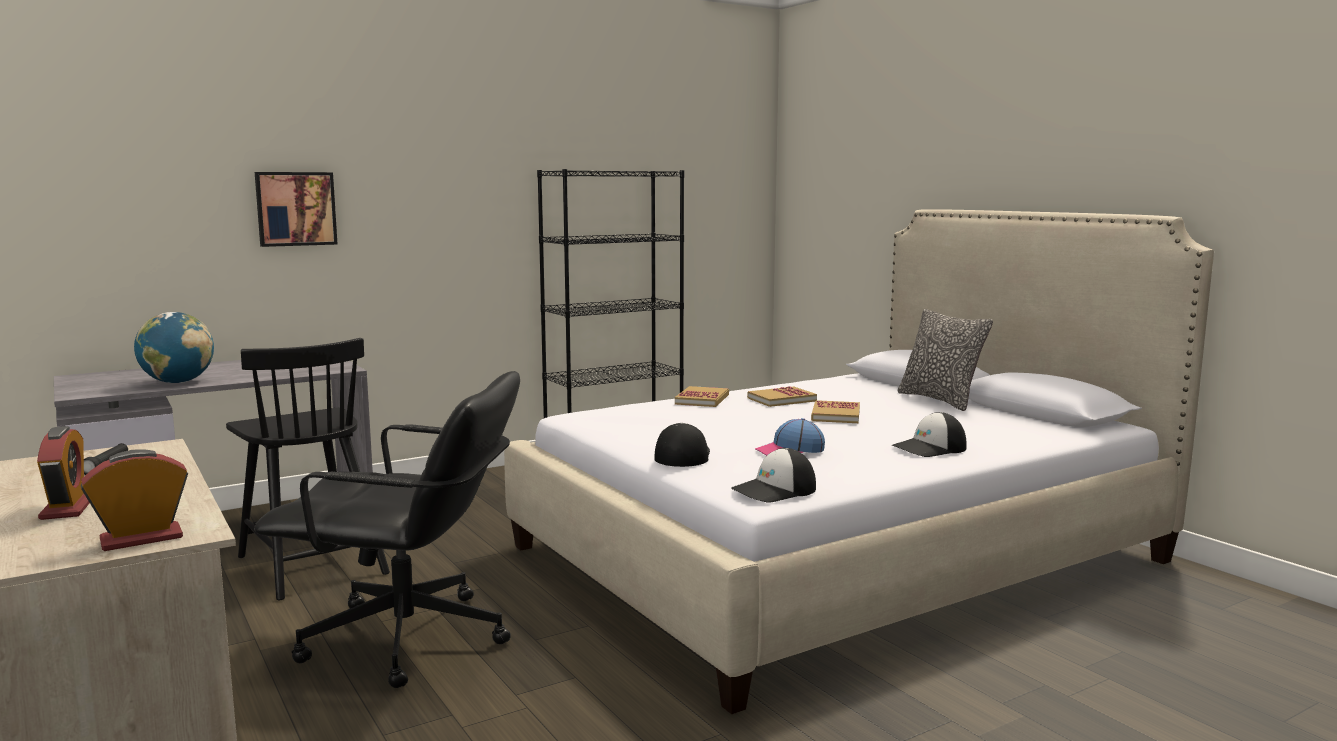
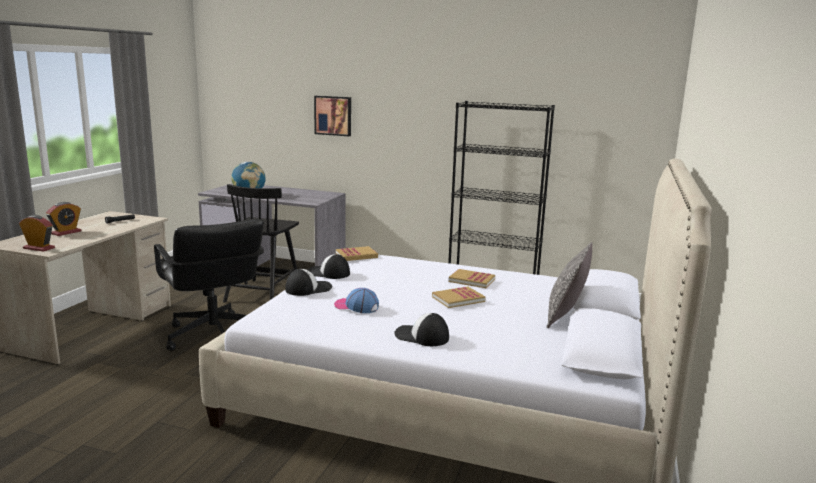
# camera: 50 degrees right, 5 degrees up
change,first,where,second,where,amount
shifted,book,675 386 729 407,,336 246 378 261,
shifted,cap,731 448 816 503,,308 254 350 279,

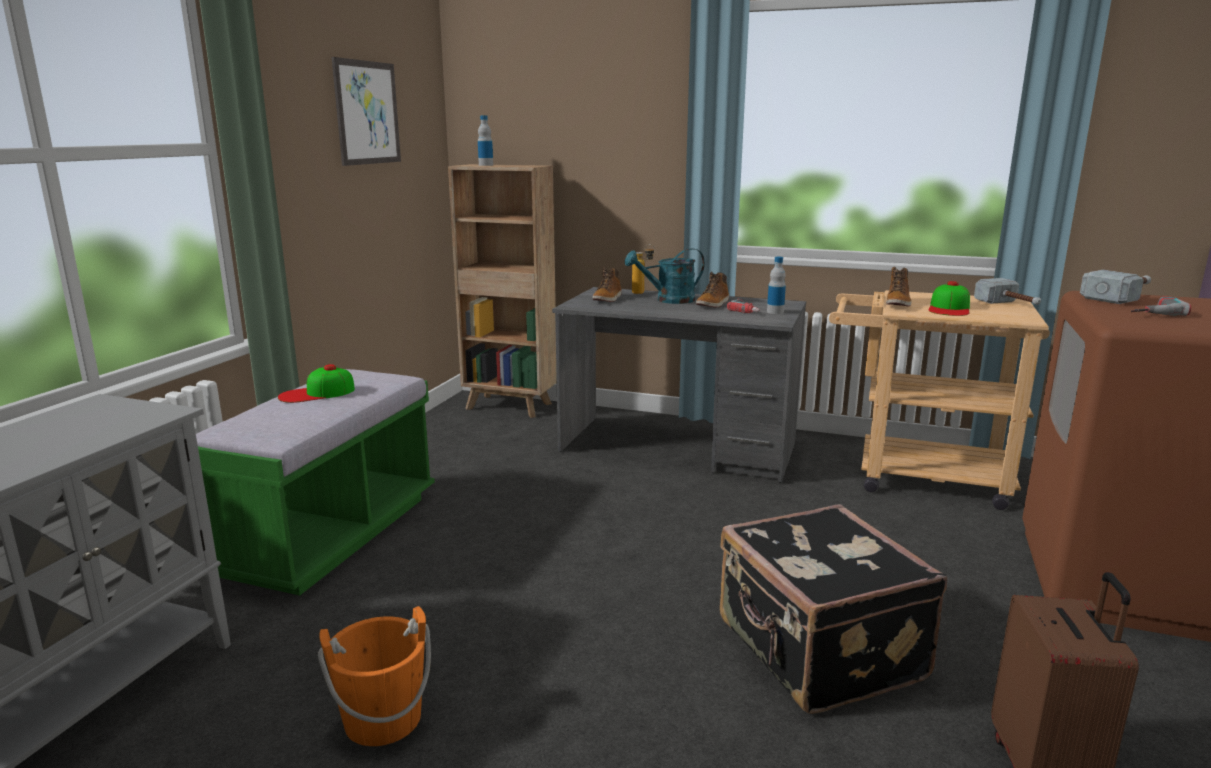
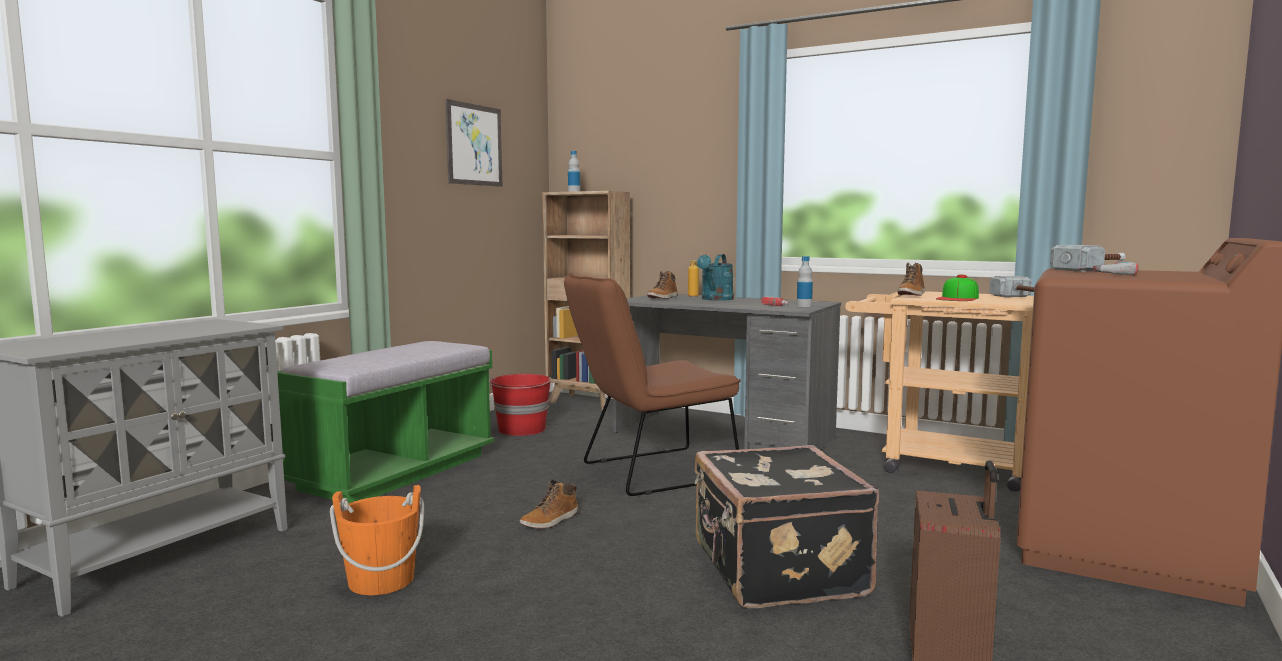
# camera: 10 degrees right, 10 degrees down
change,first,where,second,where,amount
rotated,turquoise watering can,625 248 705 304,,697 254 734 301,60 degrees counterclockwise
shifted,boot,696 271 729 308,,520 480 579 529,
gone,cap,278 364 355 403,,,
new,,,brown chair,564 272 741 496,
new,,,red bucket,489 374 552 436,

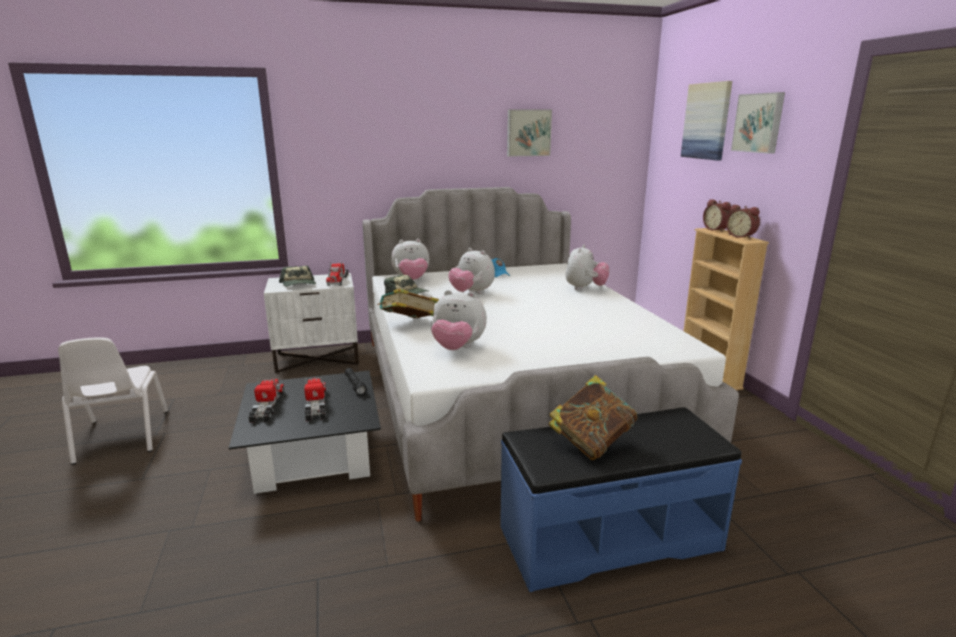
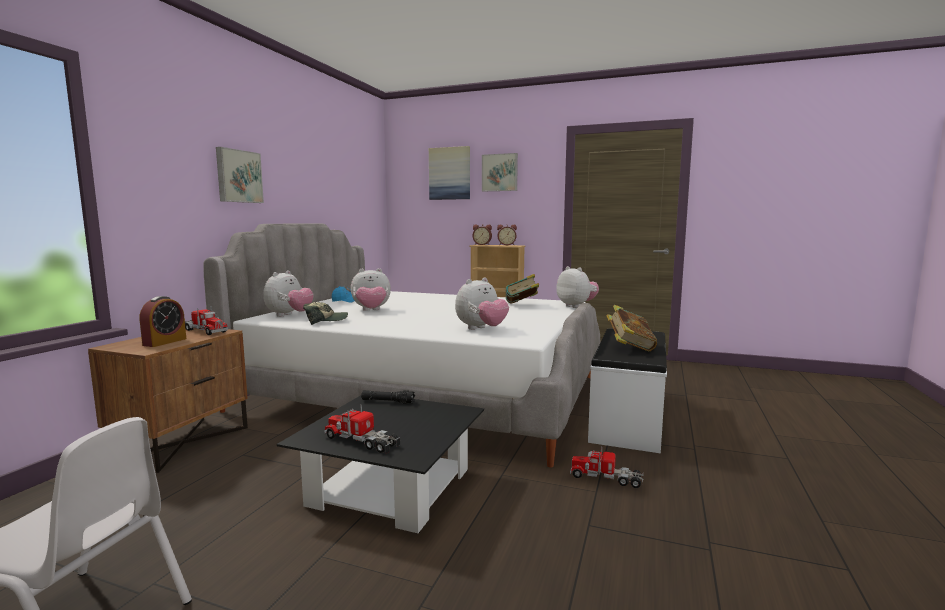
# camera: 55 degrees left, 10 degrees down
change,first,where,second,where,amount
shifted,picture,507 109 552 157,,216 147 264 203,
shifted,plush toy,565 244 610 290,,556 266 599 308,
swapped,cap,279 266 316 287,alarm clock,140 296 186 347,
repainted,white nightstand,264 273 359 373,brown nightstand,88 328 248 473,
shifted,book,377 289 439 318,,506 274 539 304,
shifted,toy truck,304 376 326 421,,570 446 644 488,
repainted,blue bench,500 407 742 592,white bench,588 329 667 453,

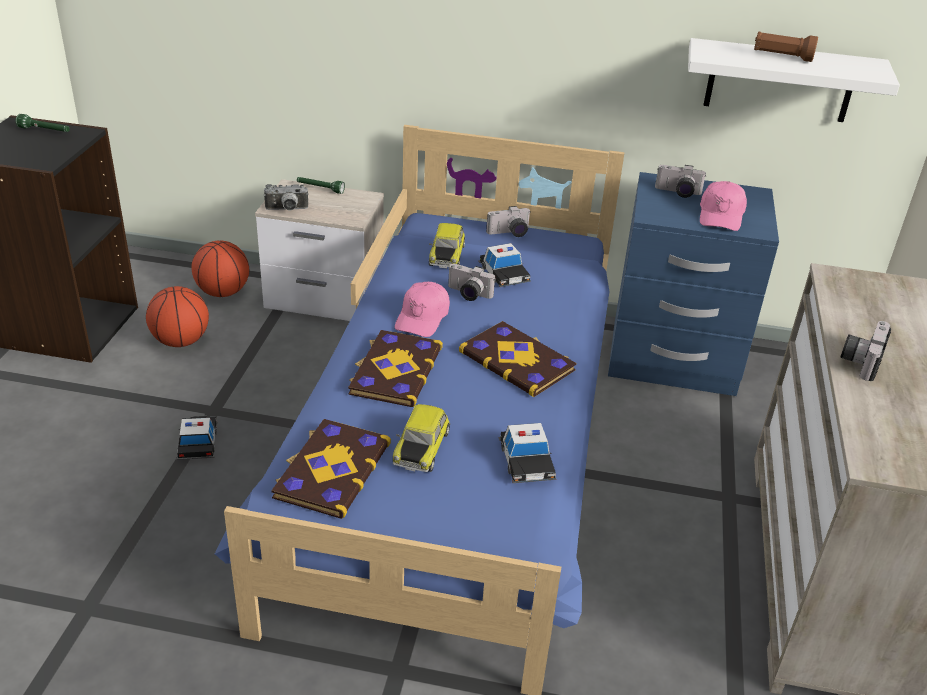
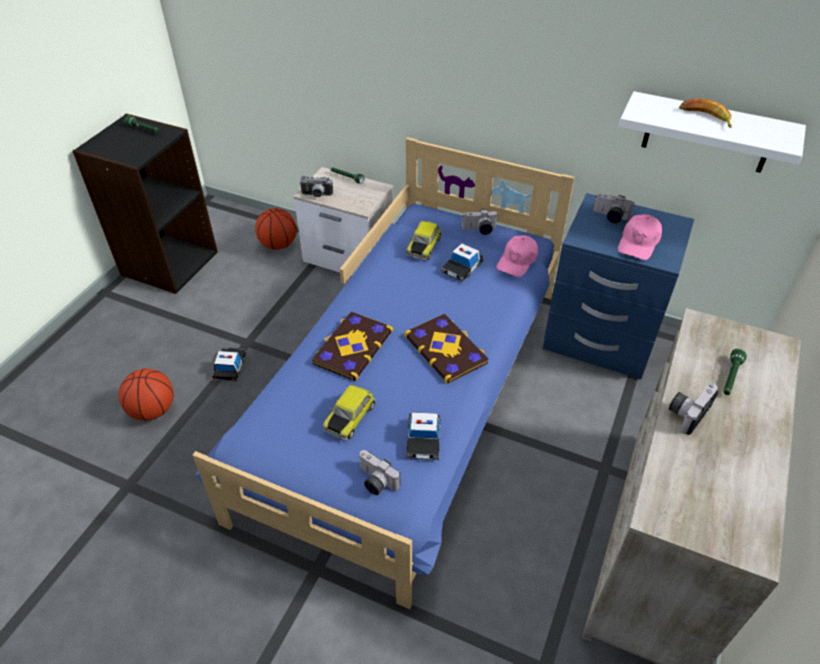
# camera: 15 degrees right, 10 degrees up
change,first,where,second,where,amount
swapped,brown flashlight,754 32 818 62,banana,679 99 732 128,
rotated,toy car,478 243 531 287,,441 243 485 282,45 degrees clockwise
shifted,photo camera,448 264 495 301,,359 450 400 495,
shifted,pink cap,395 282 450 337,,497 235 538 277,
shifted,basketball,146 286 209 347,,119 368 174 421,
gone,book,271 419 391 519,,,
new,,,green flashlight,724 349 747 395,

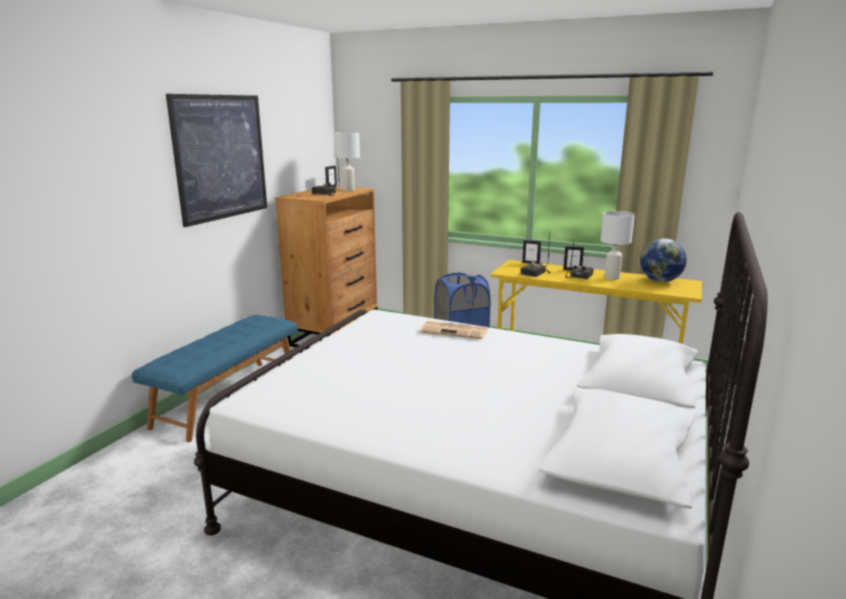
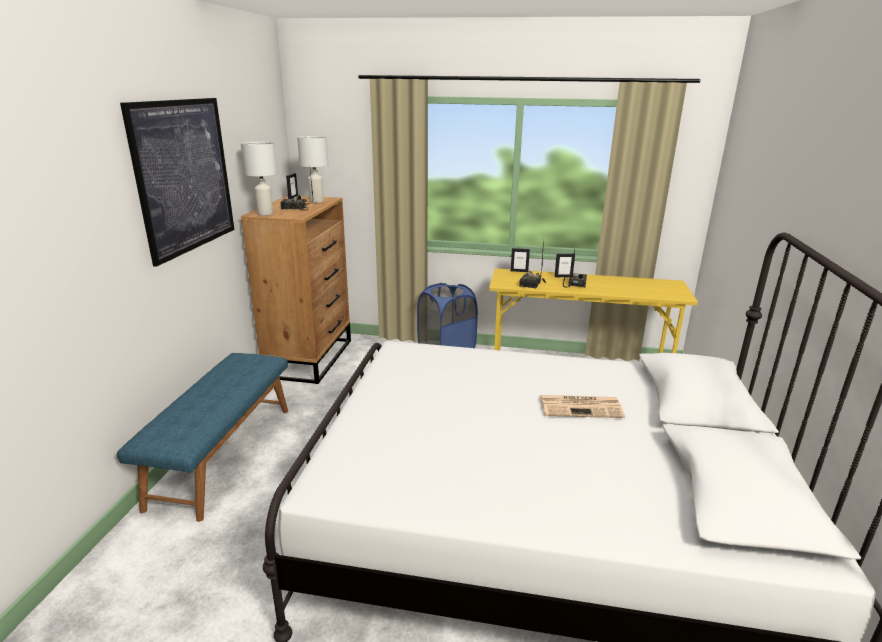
# camera: 15 degrees left, 5 degrees up
change,first,where,second,where,amount
shifted,white table lamp,600 211 635 280,,241 142 277 215,
gone,globe,640 238 687 282,,,
shifted,newspaper,420 321 488 339,,540 395 625 418,

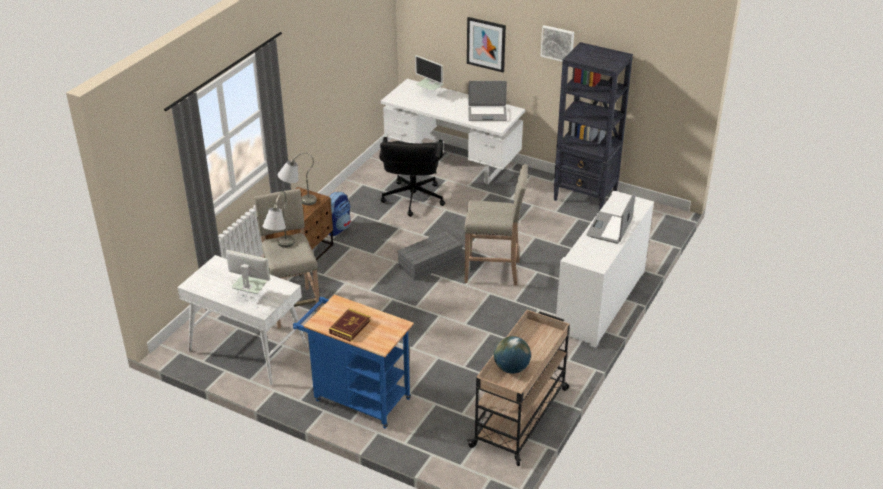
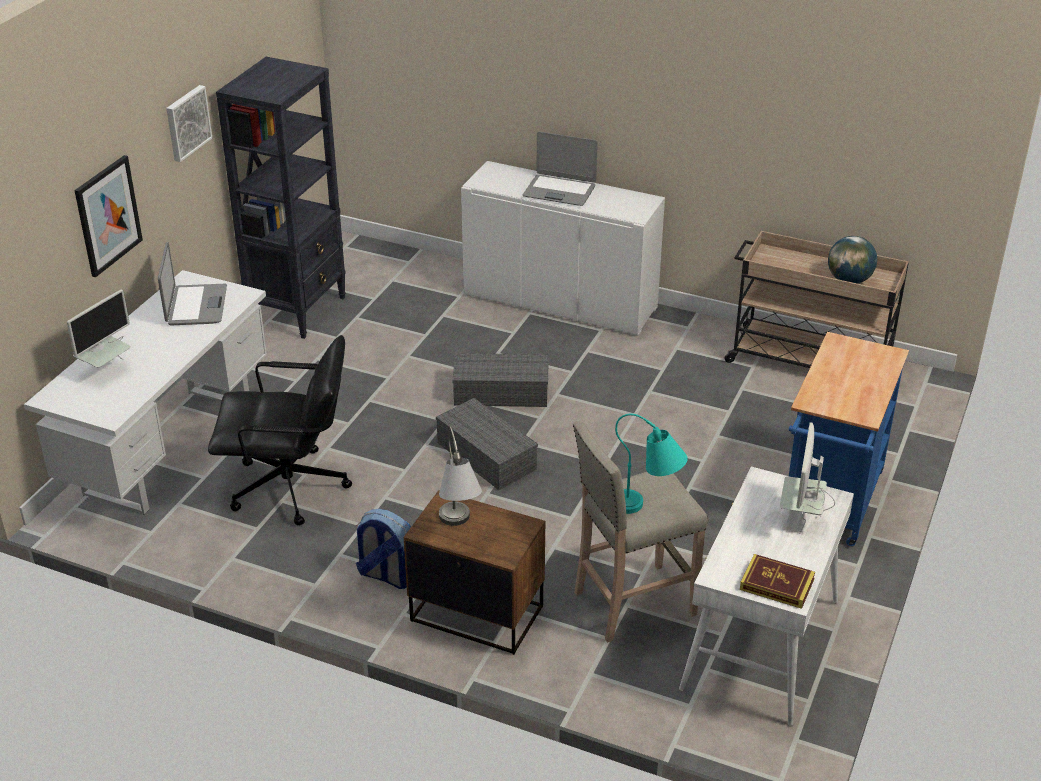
# camera: 95 degrees left, 0 degrees up
change,first,where,second,where,amount
swapped,beige stool,464 164 528 286,grey storage box,452 353 549 407,
repainted,grey table lamp,262 191 295 248,turquoise table lamp,615 414 688 514,
shifted,book,329 308 371 342,,740 554 815 609,

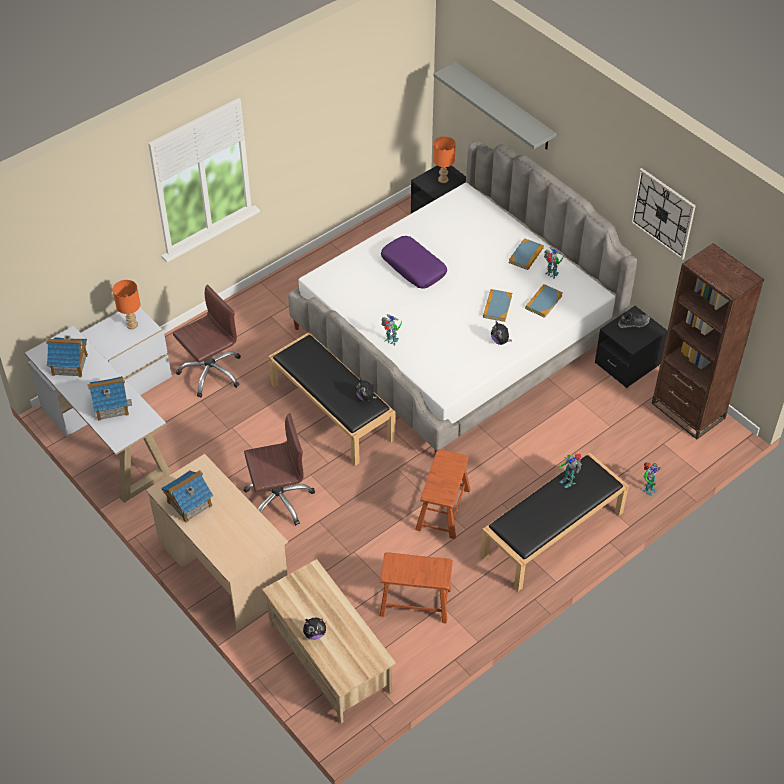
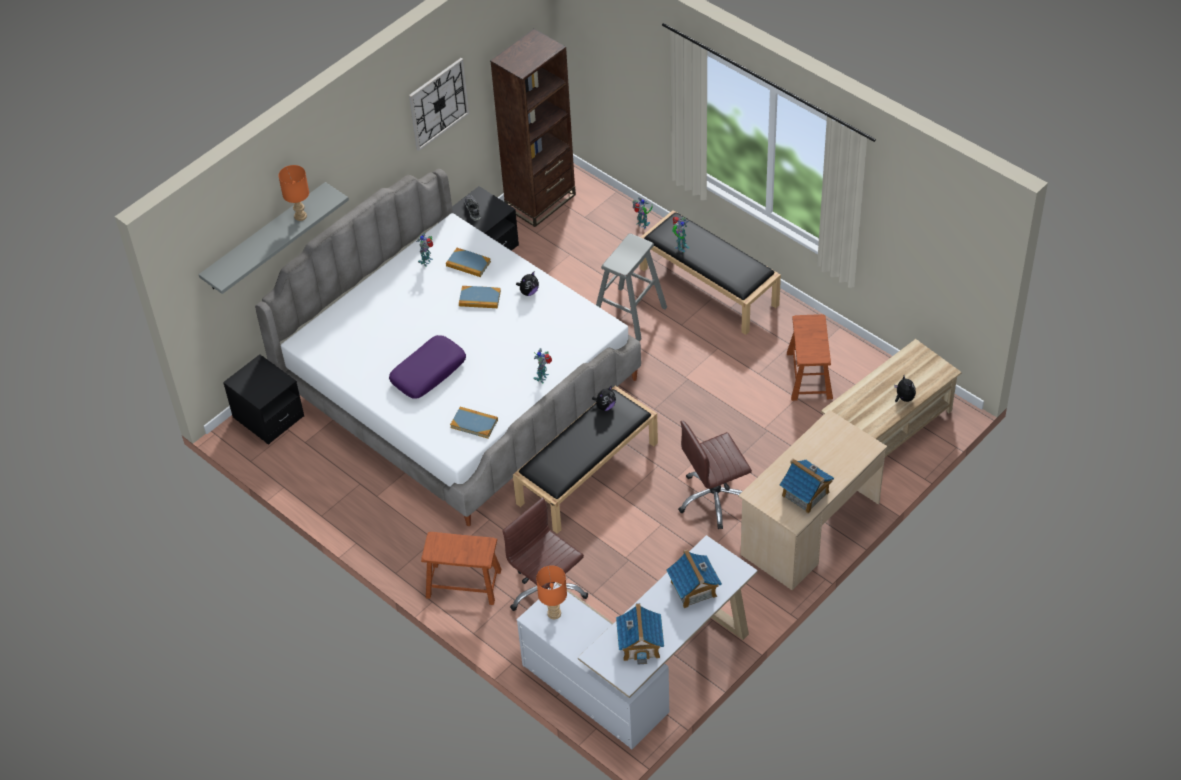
# camera: 95 degrees left, 0 degrees up
change,first,where,second,where,amount
shifted,orange table lamp,433 136 456 183,,278 165 309 221,
shifted,book,509 238 544 270,,450 407 498 438,
rotated,brown office chair,244 413 315 525,,678 421 752 529,90 degrees counterclockwise
shifted,brown stool,415 449 471 539,,421 532 501 605,
new,,,grey stool,596 233 667 342,

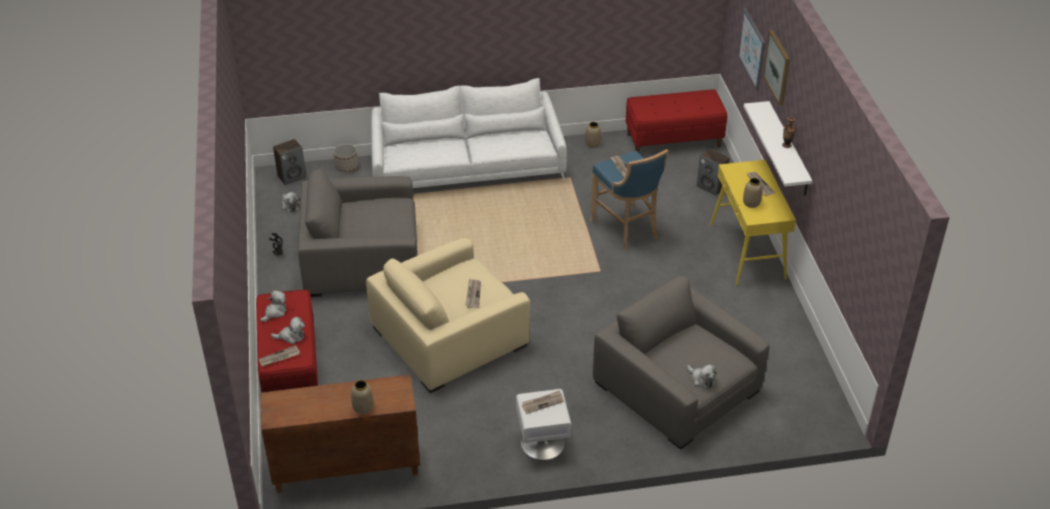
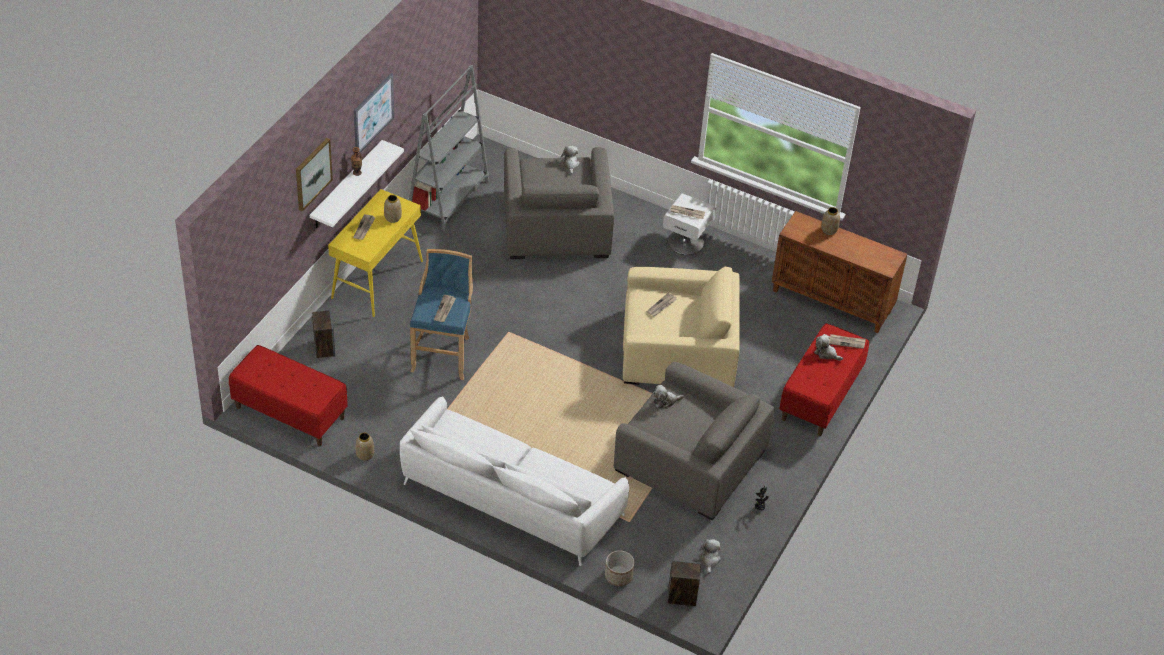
# camera: 145 degrees left, 5 degrees up
change,first,where,second,where,amount
shifted,picture,737 8 765 91,,354 73 394 152,
shifted,plush toy,260 290 287 322,,653 385 684 409,
new,,,grey bookcase,409 65 489 232,

